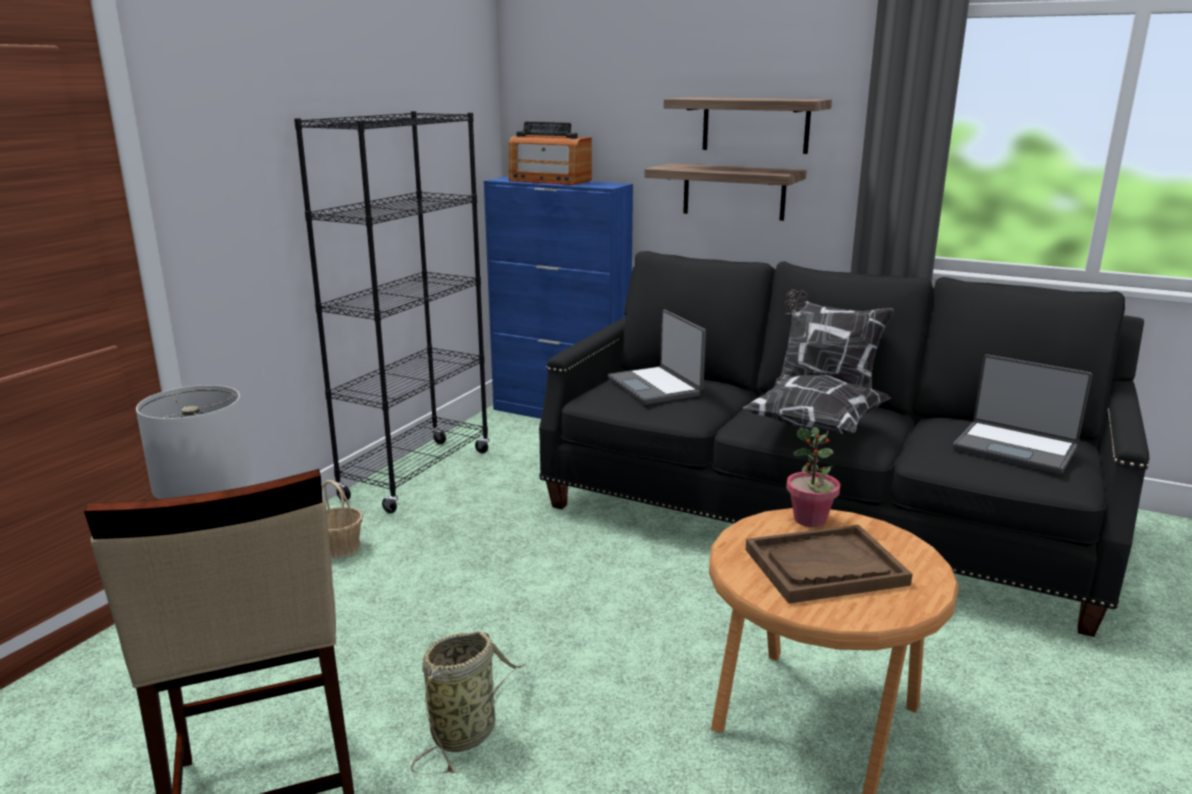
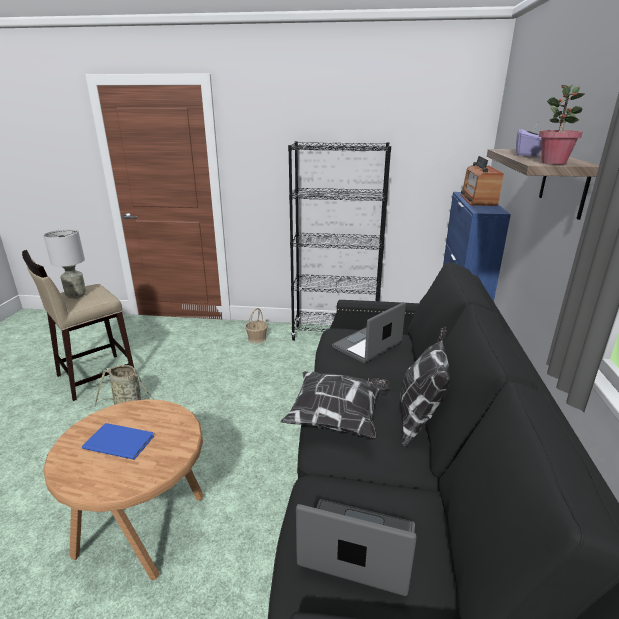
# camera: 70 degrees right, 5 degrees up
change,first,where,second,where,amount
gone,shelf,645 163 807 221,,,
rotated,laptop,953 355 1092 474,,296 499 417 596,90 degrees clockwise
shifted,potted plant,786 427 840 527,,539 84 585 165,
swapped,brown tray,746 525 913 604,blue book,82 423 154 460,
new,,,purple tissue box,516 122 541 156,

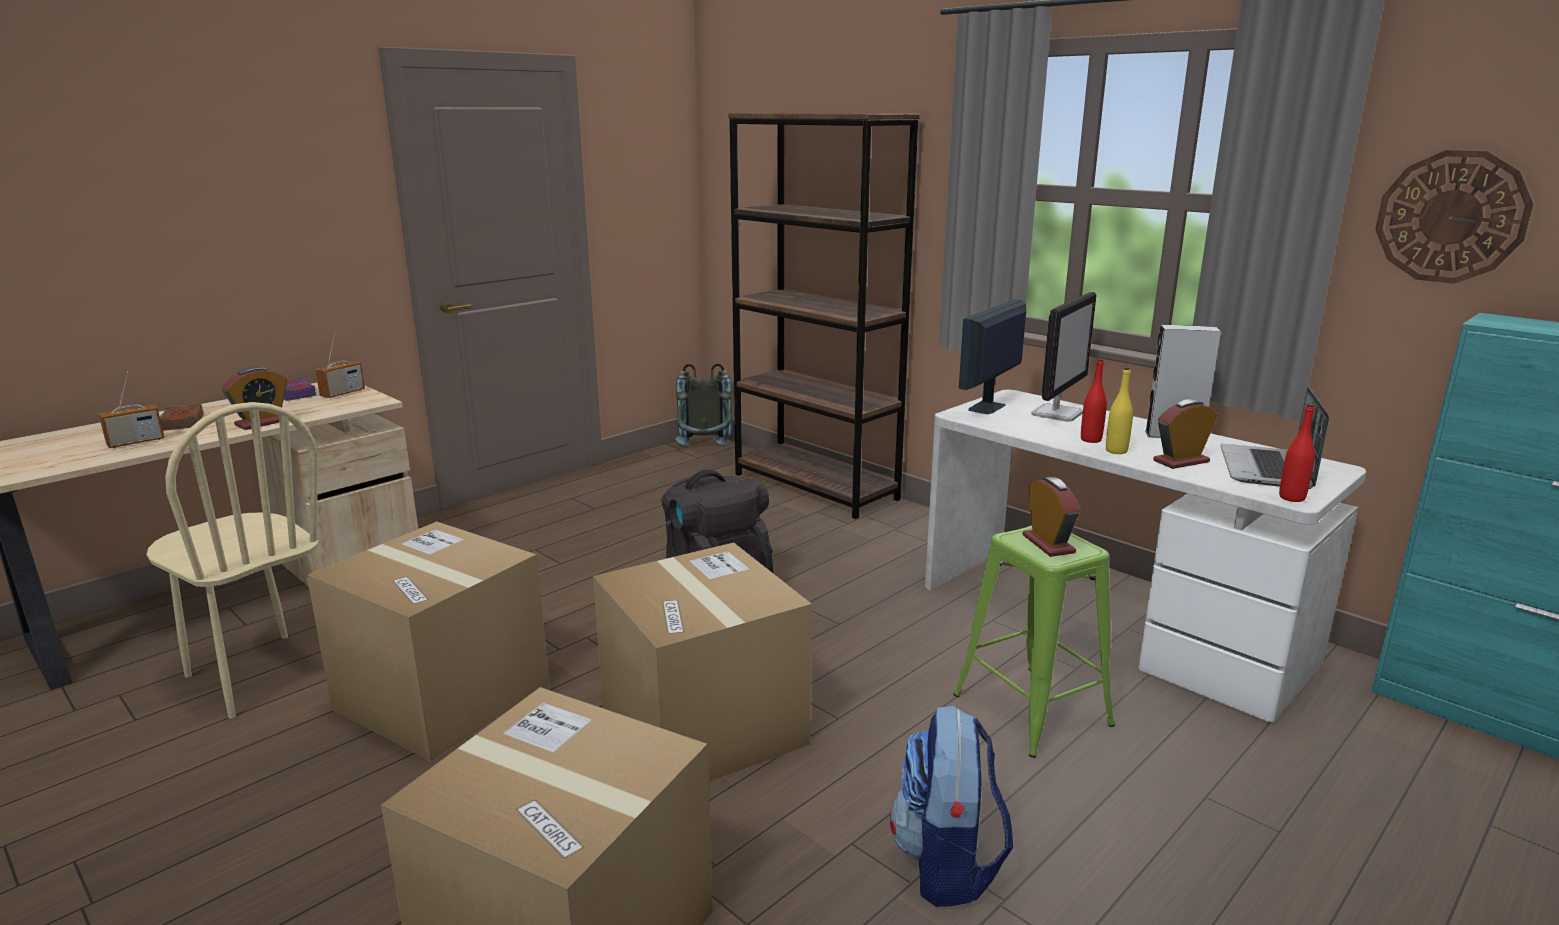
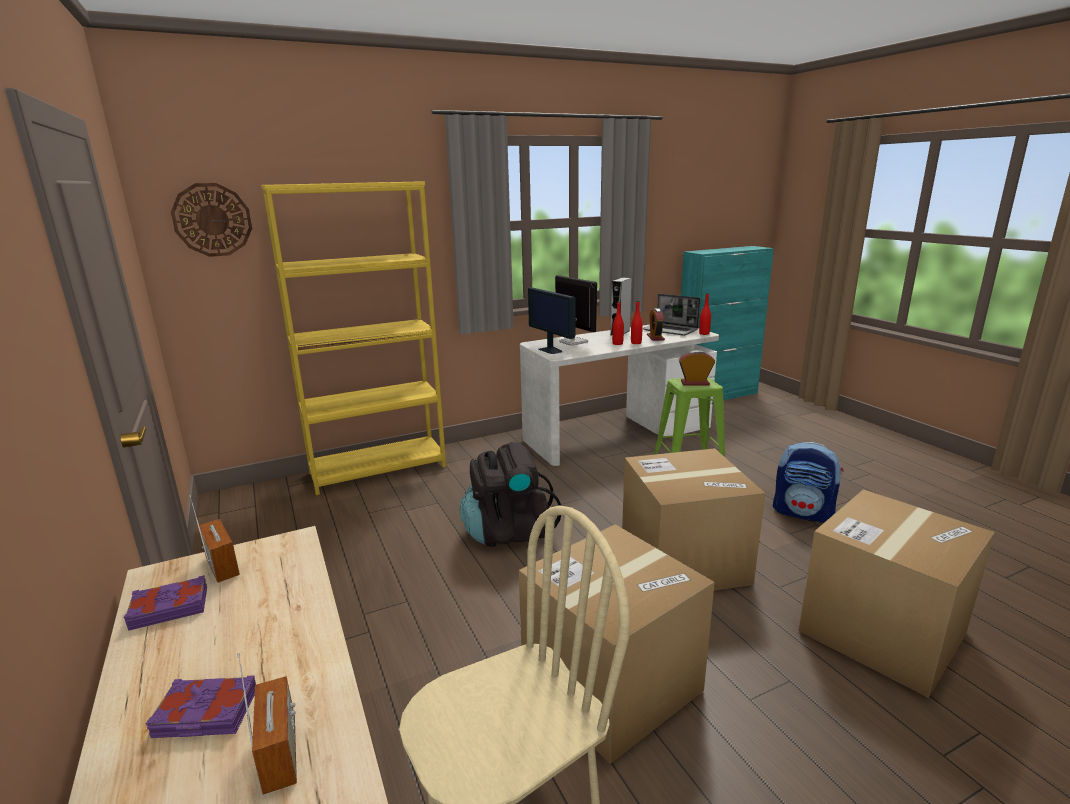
# camera: 70 degrees left, 0 degrees up
change,first,where,second,where,amount
repainted,brown bookcase,728 113 920 519,yellow bookcase,261 181 446 495,
shifted,wall clock,1375 150 1533 284,,171 183 252 257,
gone,grey backpack,675 363 732 446,,,
gone,alarm clock,222 367 287 430,,,
repainted,yellow bottle,1106 367 1133 454,red bottle,631 301 643 344,
repainted,brown book,160 404 204 431,purple book,146 675 256 738,

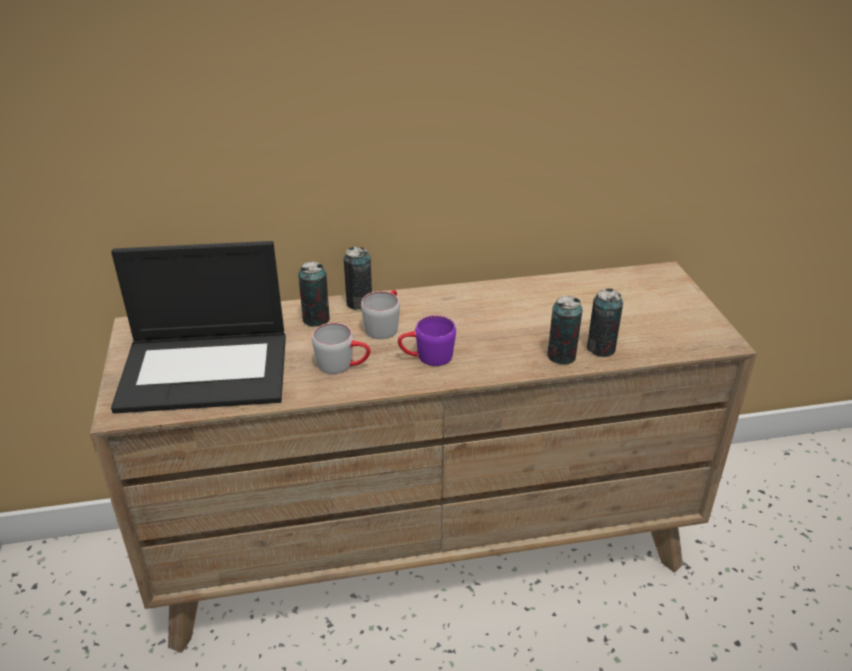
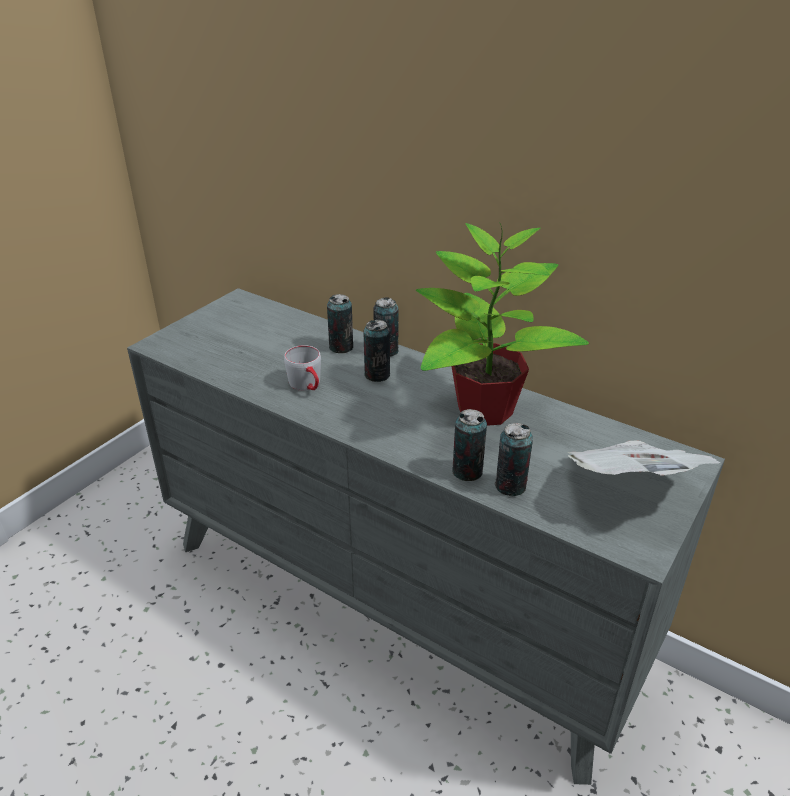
# camera: 45 degrees right, 0 degrees up
change,first,where,second,where,amount
gone,laptop,111 241 286 413,,,
repainted,brown dresser,90 262 757 653,grey dresser,127 288 725 785,
swapped,grey mug,361 290 400 339,can,363 319 390 382,
gone,purple mug,398 315 456 366,,,
new,,,potted plant,416 222 589 426,
new,,,newspaper,568 441 721 475,

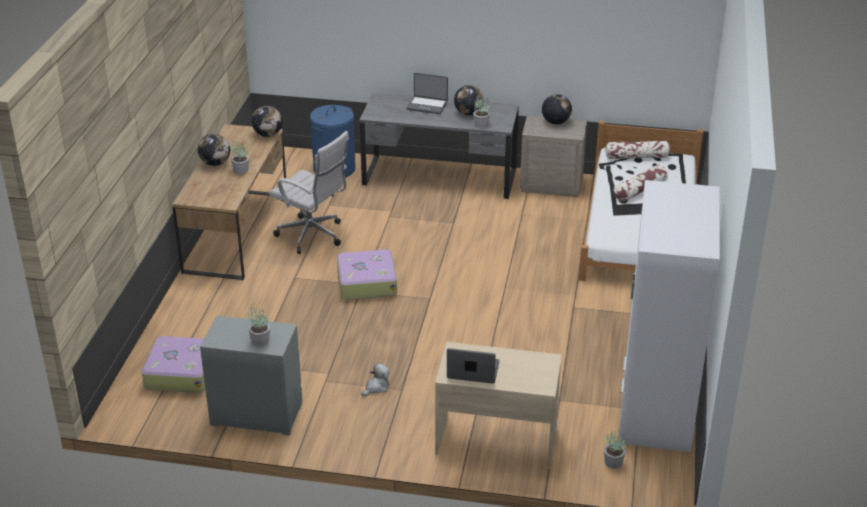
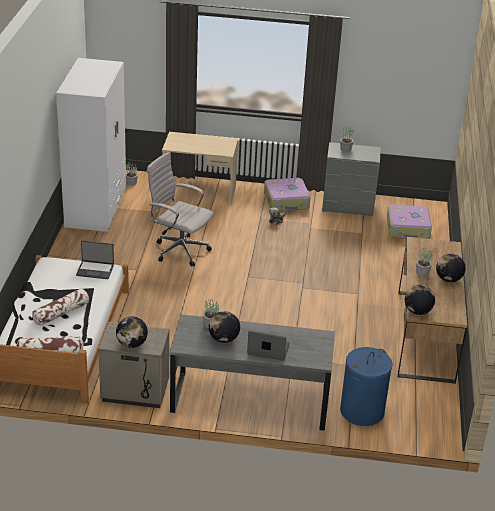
# camera: 175 degrees right, 0 degrees up
change,first,where,second,where,amount
shifted,white office chair,269 131 349 254,,146 152 213 267,
shifted,suitcase,337 249 397 300,,264 178 310 211,
shifted,laptop,447 348 499 384,,76 241 114 279,

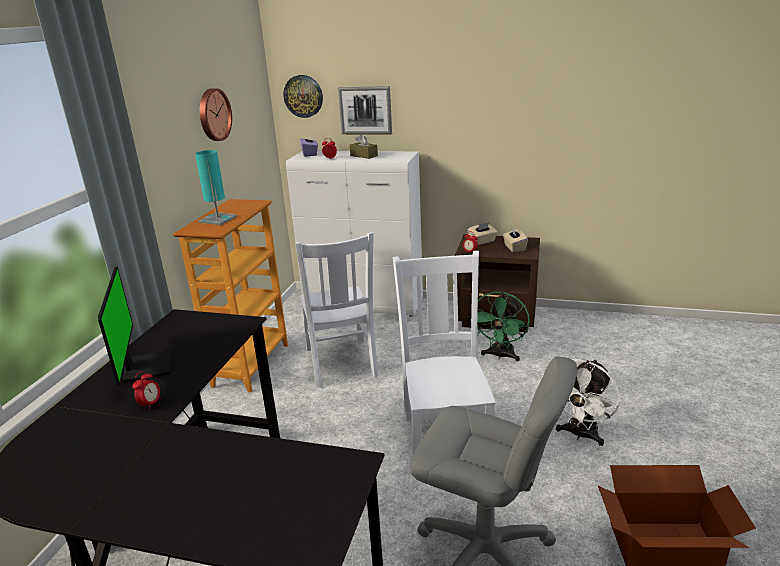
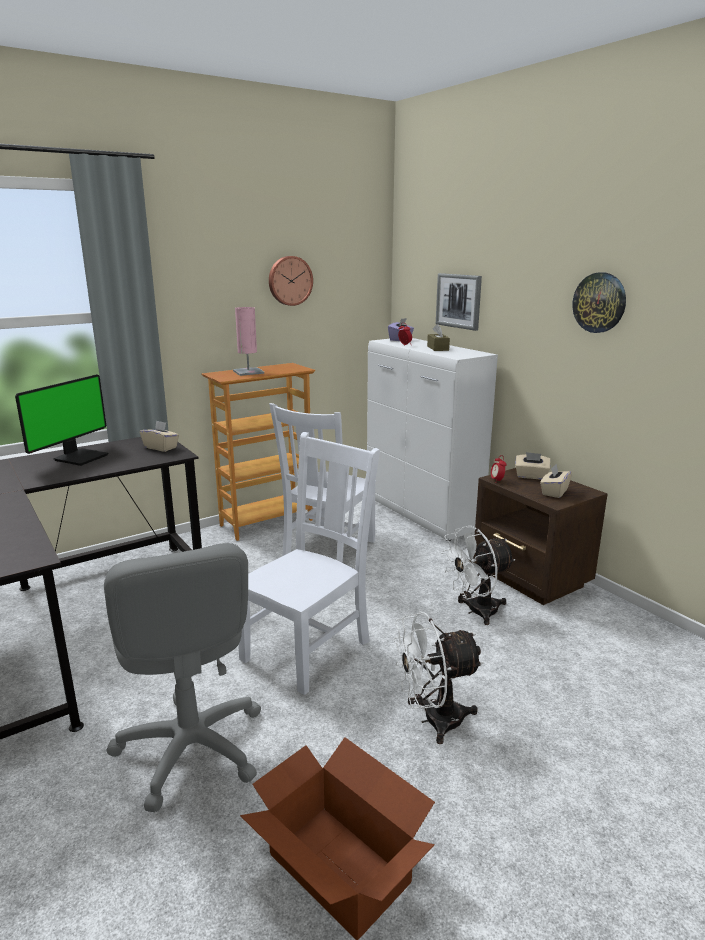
# camera: 40 degrees right, 5 degrees down
change,first,where,second,where,amount
shifted,wall clock,283 75 323 118,,572 272 626 333,
repainted,turquoise table lamp,195 150 237 225,pink table lamp,233 307 264 376,
repainted,green fan,470 291 530 361,white fan,441 526 516 625,
gone,alarm clock,132 371 161 410,,,
new,,,beige tissue box,140 420 179 452,

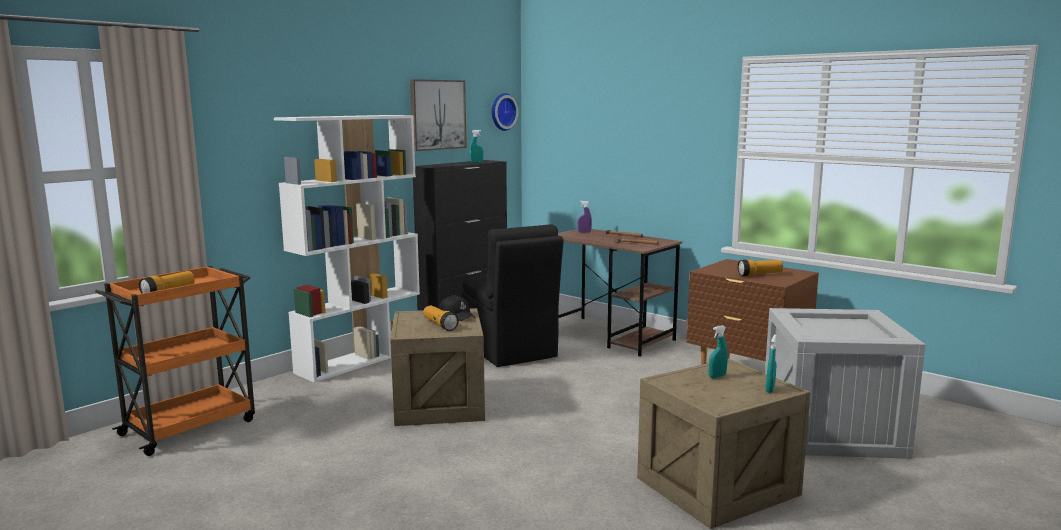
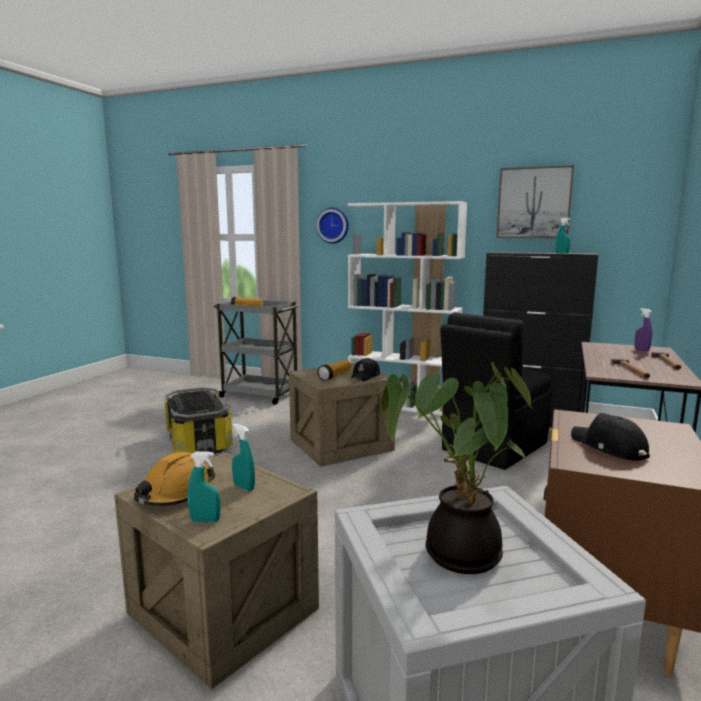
# camera: 70 degrees right, 0 degrees up
change,first,where,second,where,amount
shifted,wall clock,492 93 519 131,,316 208 349 244,
swapped,flashlight,737 259 783 276,black cap,571 413 650 461,
repainted,orange cart,95 266 255 456,grey cart,213 300 300 405,
new,,,potted plant,380 362 532 574,
new,,,storage box,165 387 233 454,
new,,,orange hard hat,134 452 215 506,

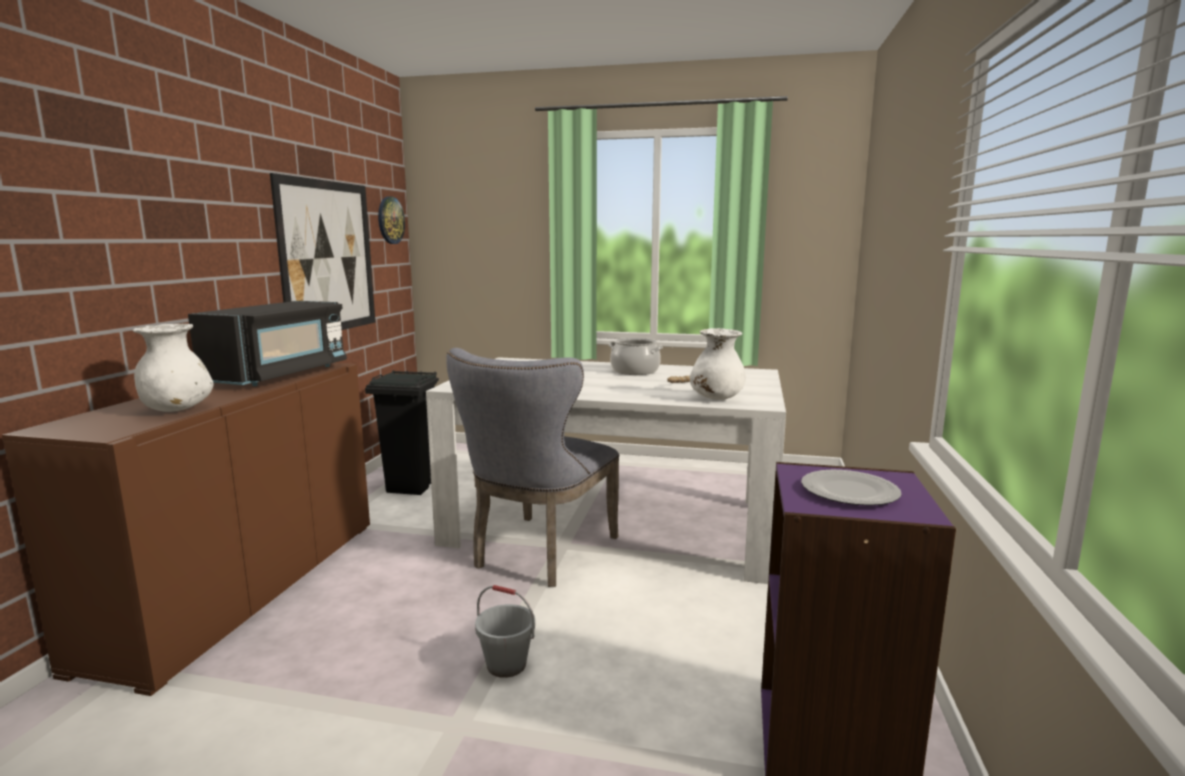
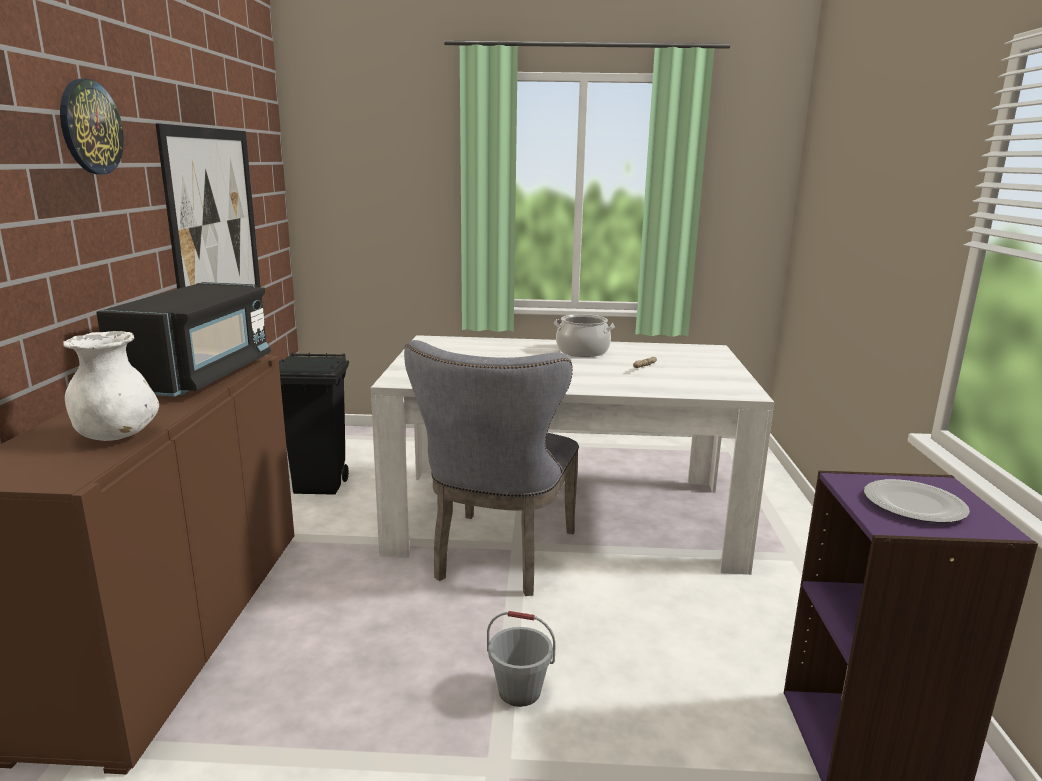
# camera: 10 degrees left, 5 degrees up
change,first,where,second,where,amount
shifted,wall clock,378 196 405 244,,60 79 124 174,
gone,white vase,690 328 746 400,,,

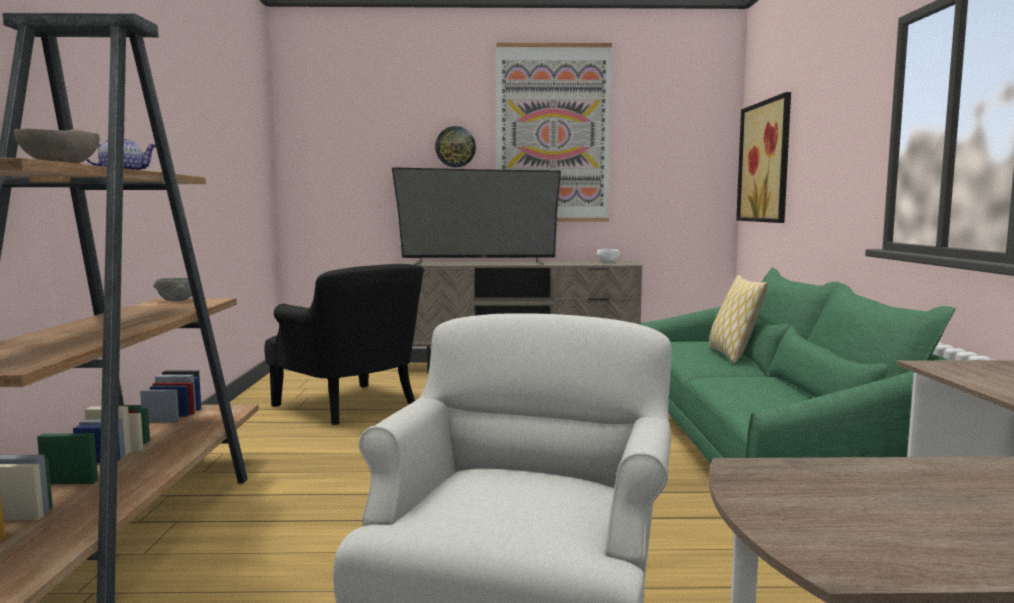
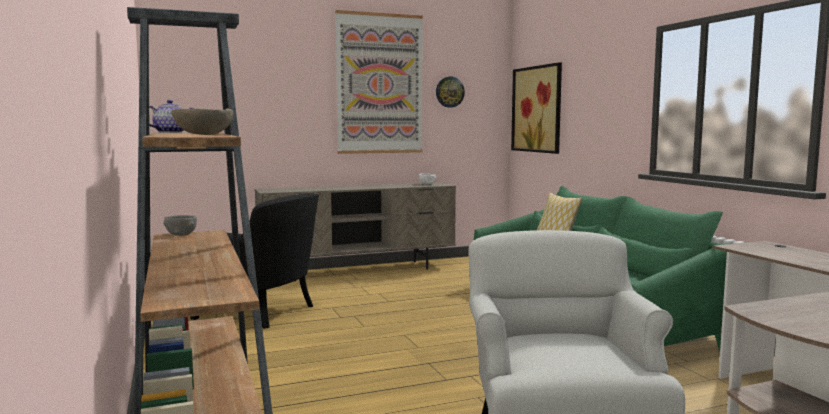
# camera: 20 degrees left, 0 degrees up
change,first,where,second,where,amount
shifted,wall clock,435 126 476 168,,436 77 465 108,
gone,television,392 167 561 265,,,

